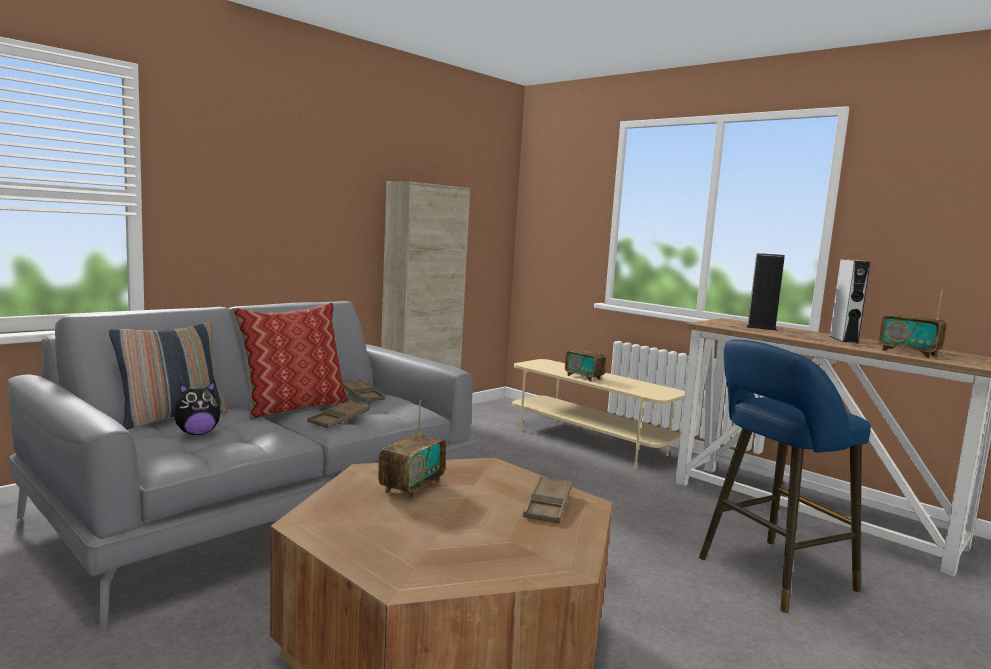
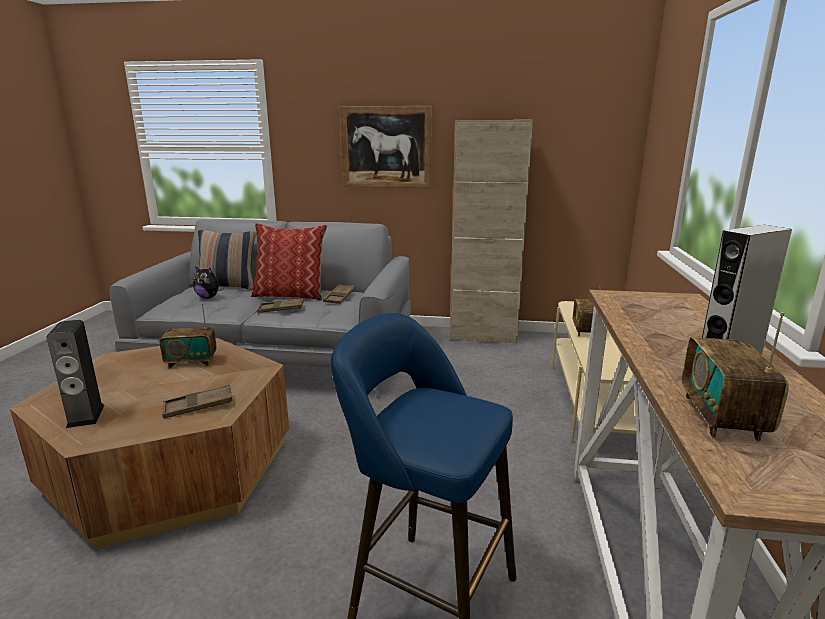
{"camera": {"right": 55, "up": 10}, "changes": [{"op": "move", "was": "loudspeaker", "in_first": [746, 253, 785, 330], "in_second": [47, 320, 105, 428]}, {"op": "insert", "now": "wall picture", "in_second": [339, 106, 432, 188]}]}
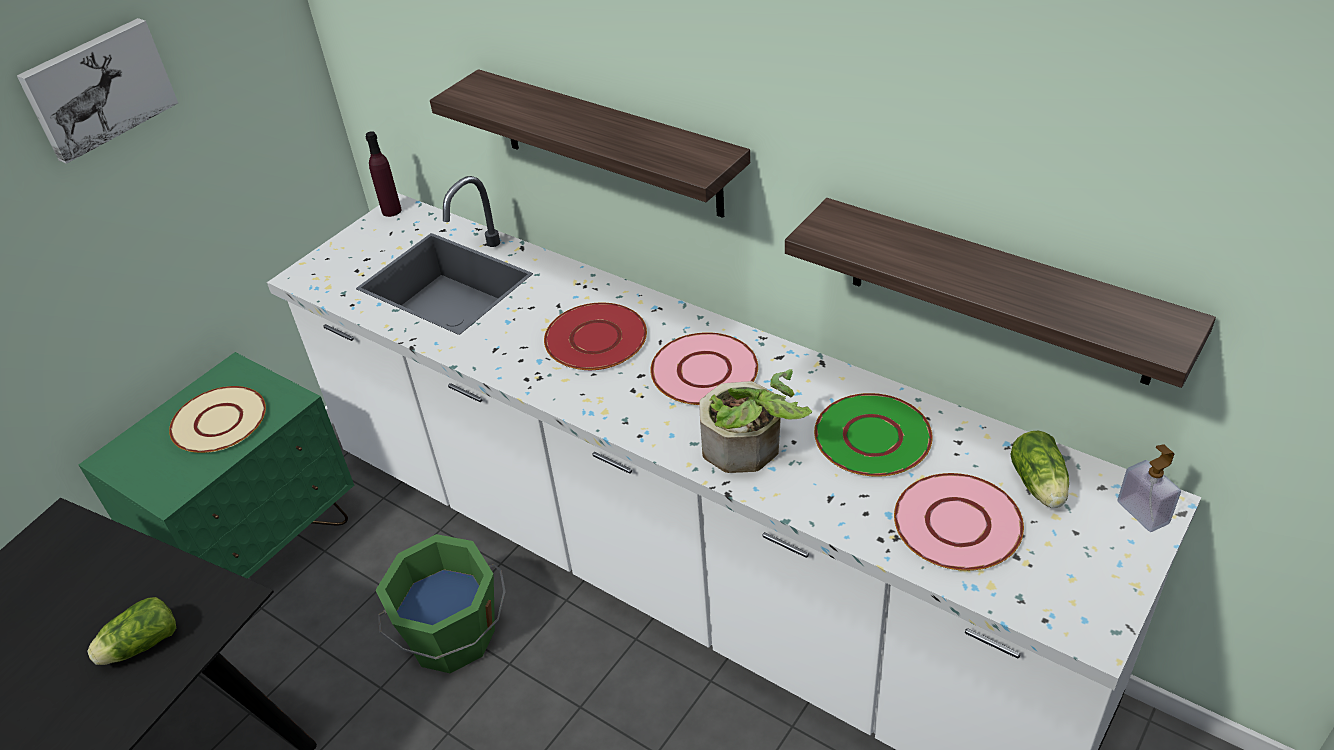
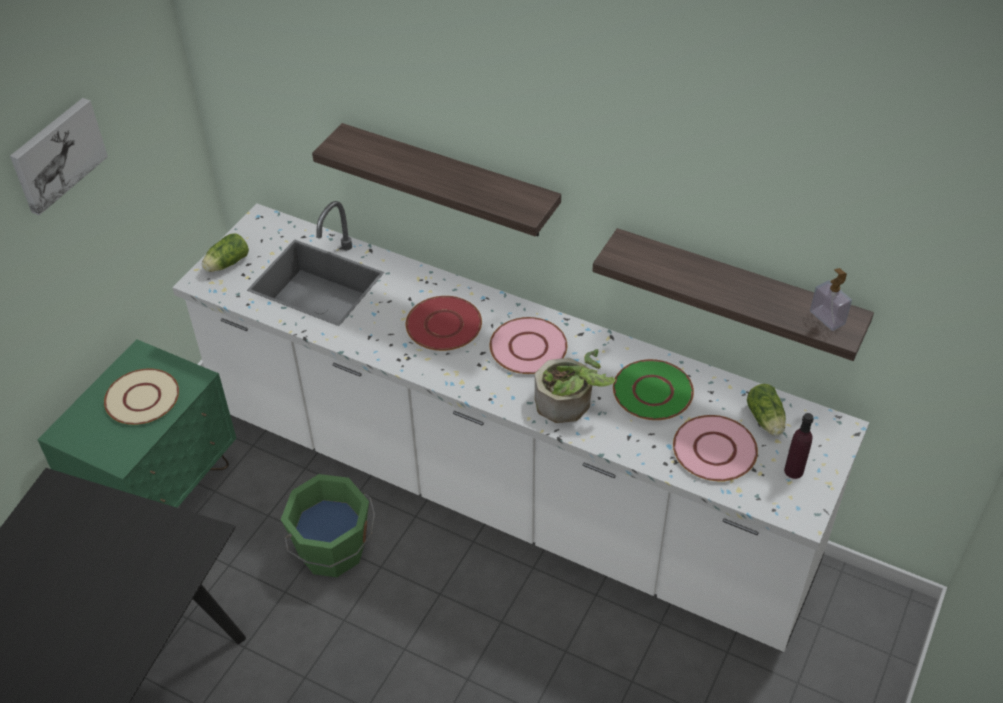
{"camera": {"right": -10, "up": 5}, "changes": [{"op": "move", "was": "lettuce", "in_first": [87, 597, 176, 665], "in_second": [202, 234, 249, 272]}, {"op": "move", "was": "drink bottle (purple-coloured)", "in_first": [366, 131, 402, 217], "in_second": [784, 413, 814, 479]}, {"op": "move", "was": "liquid soap bottle", "in_first": [1118, 444, 1181, 532], "in_second": [810, 268, 852, 331]}]}
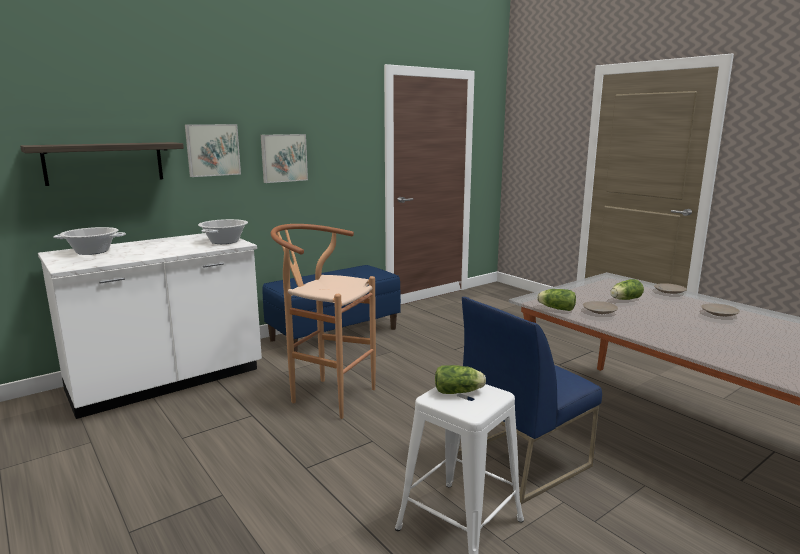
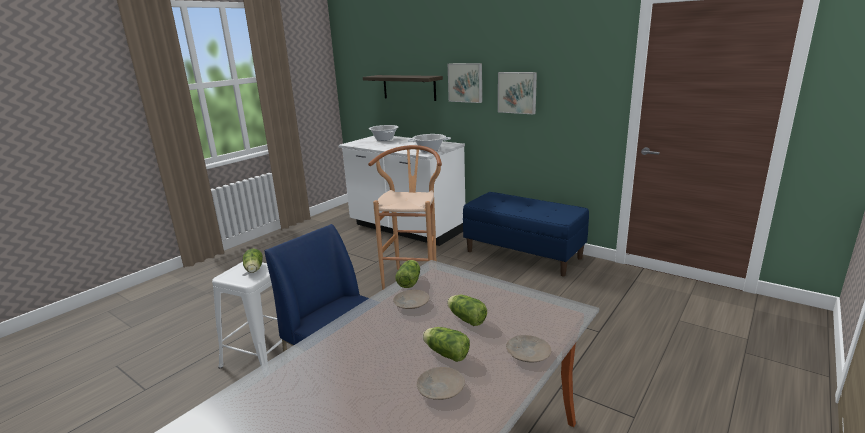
{"camera": {"right": 75, "up": 5}, "changes": [{"op": "insert", "now": "lettuce", "in_second": [423, 327, 470, 362]}]}
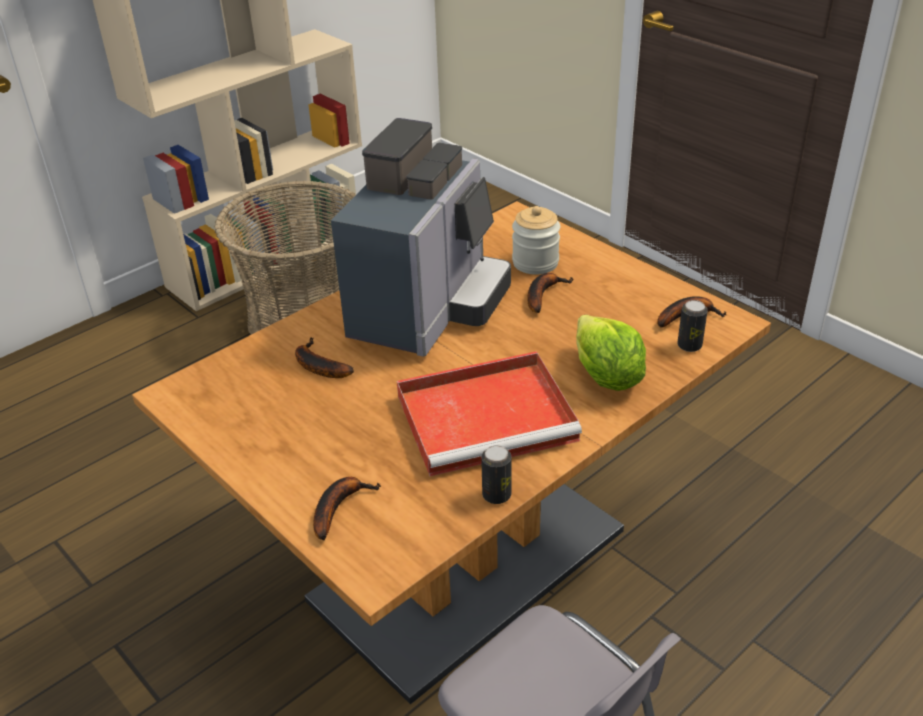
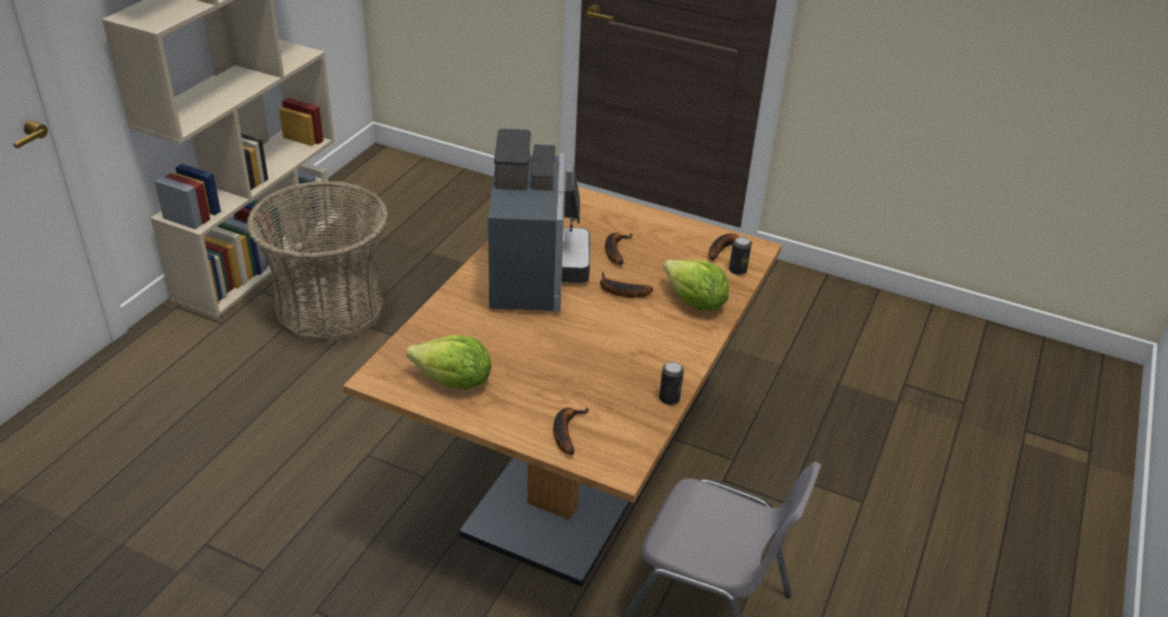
{"camera": {"right": -25, "up": 0}, "changes": [{"op": "move", "was": "whole banana", "in_first": [295, 337, 354, 378], "in_second": [600, 272, 653, 298]}, {"op": "delete", "was": "carrying tray (reddish)", "in_first": [397, 351, 582, 476]}, {"op": "delete", "was": "storage jar", "in_first": [512, 206, 560, 275]}, {"op": "insert", "now": "lettuce", "in_second": [407, 335, 491, 390]}]}
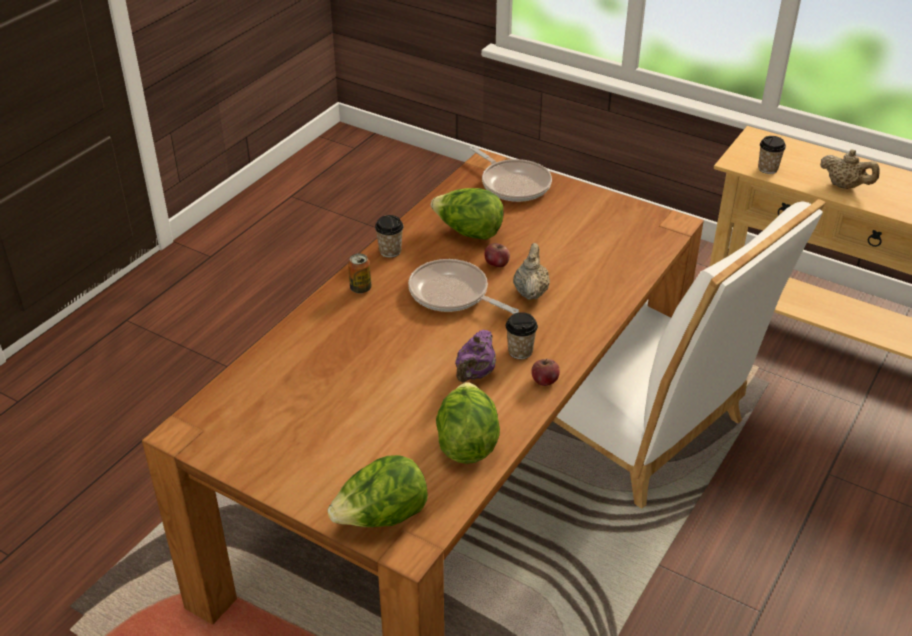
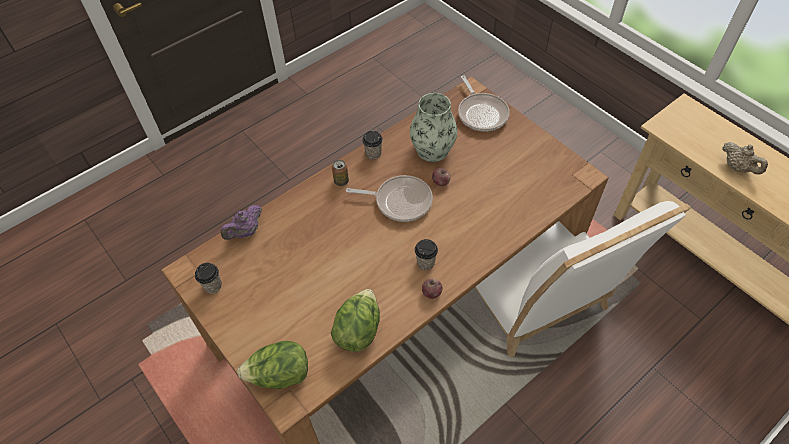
{"camera": {"right": 20, "up": 15}, "changes": [{"op": "rotate", "was": "pan", "in_first": [408, 259, 519, 314], "in_second": [346, 175, 433, 222], "clockwise": 135}, {"op": "replace", "was": "lettuce", "now": "decorative vase", "in_first": [431, 188, 504, 240], "in_second": [410, 93, 458, 162]}, {"op": "move", "was": "tea pot (purple-coloured)", "in_first": [455, 329, 496, 383], "in_second": [220, 205, 262, 240]}, {"op": "delete", "was": "tea pot (beige)", "in_first": [513, 243, 550, 300]}, {"op": "move", "was": "drinking cup", "in_first": [758, 136, 786, 174], "in_second": [195, 263, 222, 293]}]}
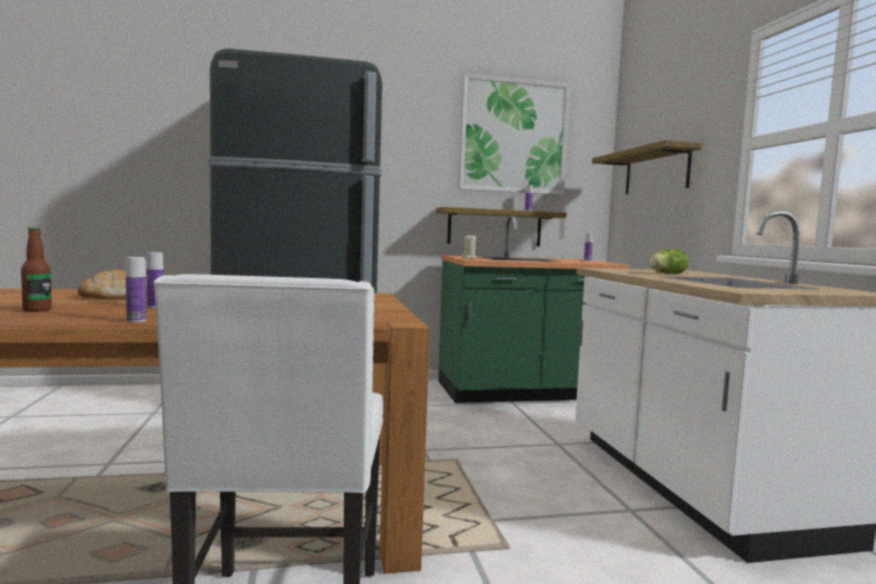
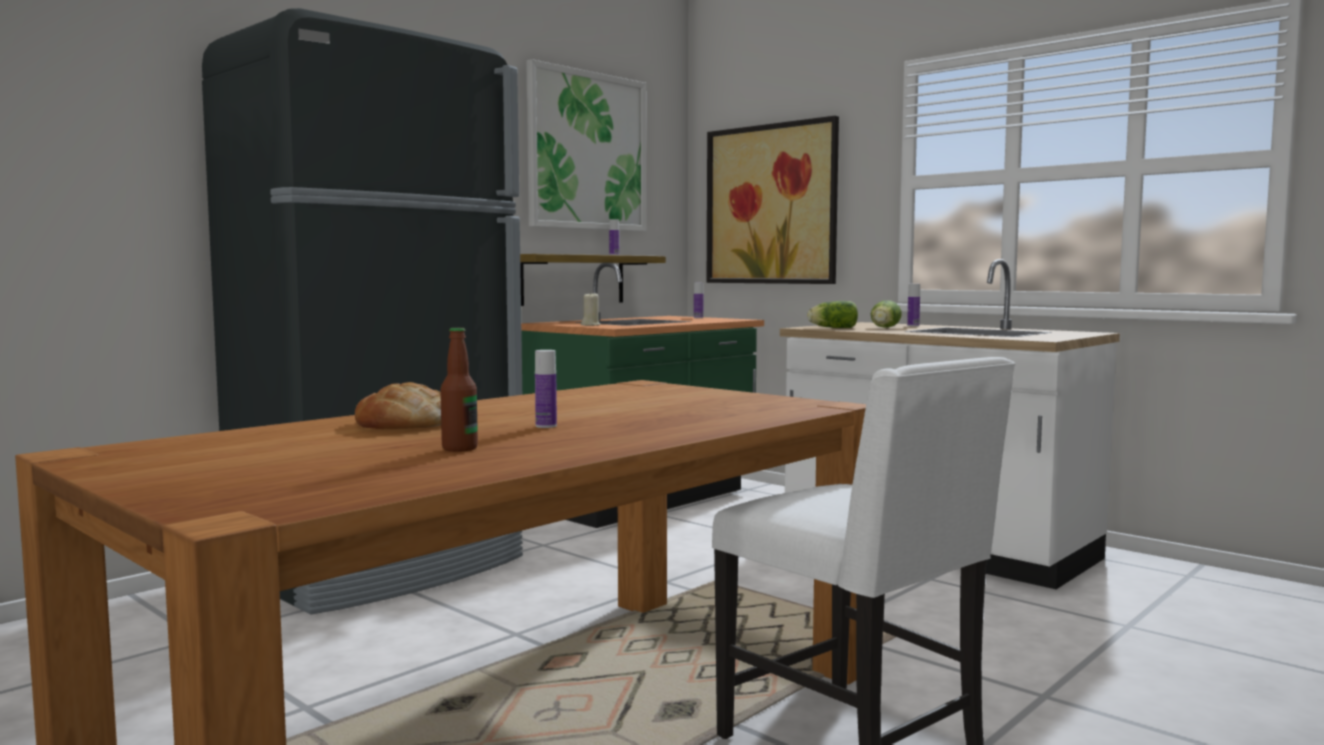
{"camera": {"right": -35, "up": 0}, "changes": [{"op": "move", "was": "drink bottle", "in_first": [126, 257, 147, 322], "in_second": [907, 284, 920, 326]}, {"op": "replace", "was": "shelf", "now": "wall picture", "in_first": [592, 140, 703, 194], "in_second": [707, 116, 839, 284]}, {"op": "insert", "now": "lettuce", "in_second": [807, 301, 858, 328]}]}
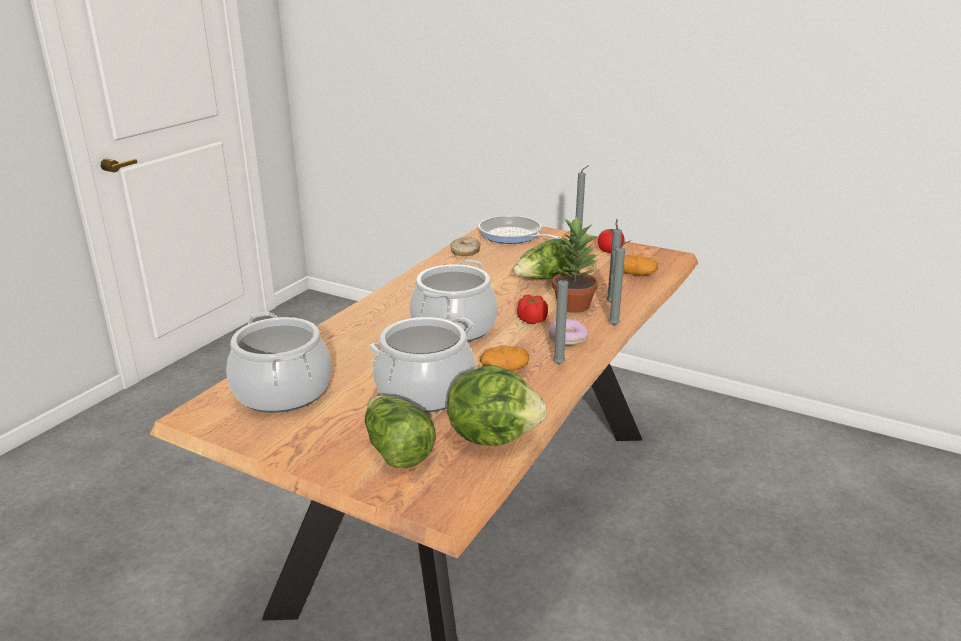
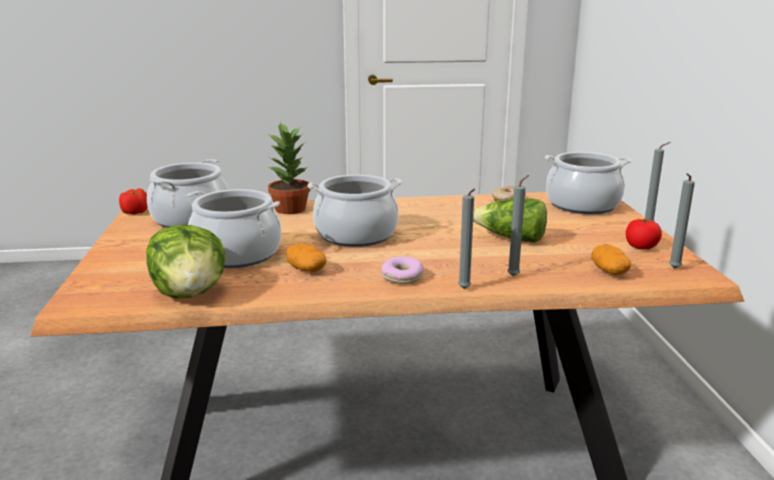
{"camera": {"right": 55, "up": -5}, "changes": [{"op": "delete", "was": "lettuce", "in_first": [365, 395, 436, 468]}, {"op": "replace", "was": "pan", "now": "saucepot", "in_first": [479, 216, 561, 244], "in_second": [545, 152, 632, 214]}, {"op": "move", "was": "whole tomato", "in_first": [517, 294, 548, 324], "in_second": [119, 188, 148, 215]}, {"op": "move", "was": "plant in a pot", "in_first": [552, 216, 599, 313], "in_second": [267, 122, 311, 214]}, {"op": "move", "was": "candle (gray)", "in_first": [553, 276, 568, 364], "in_second": [669, 173, 695, 269]}]}
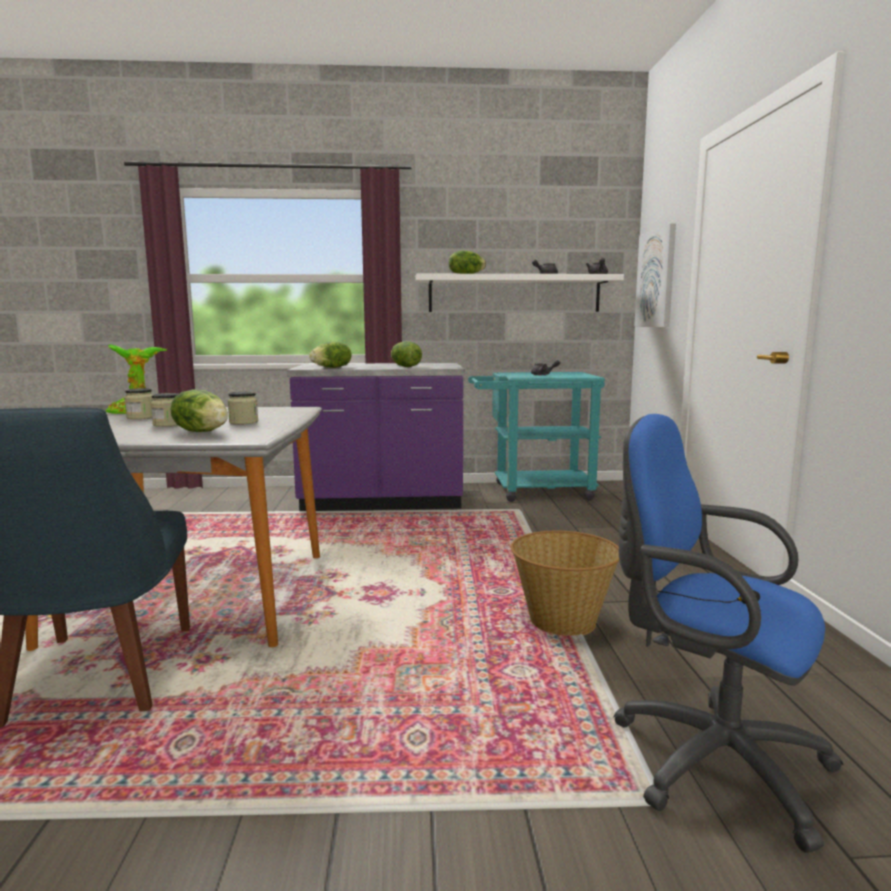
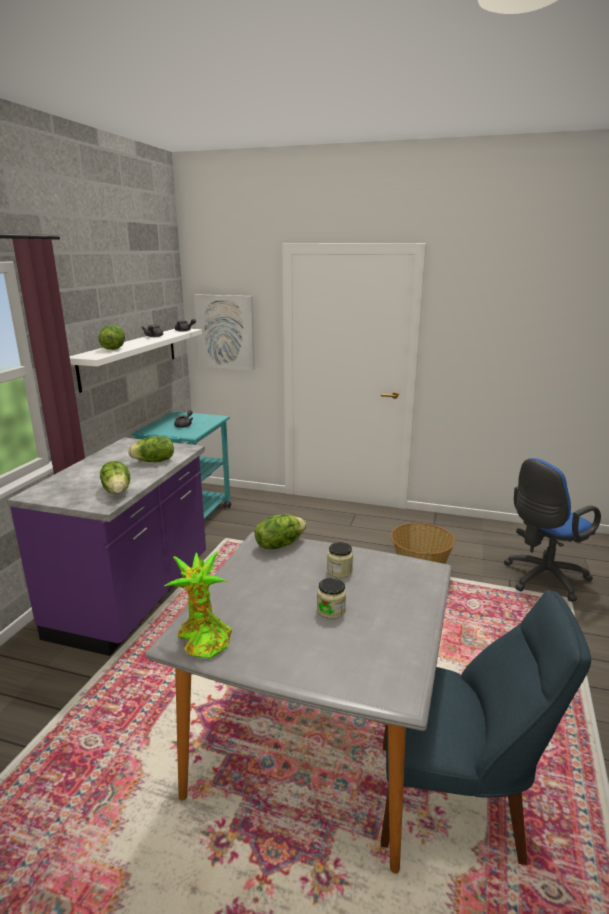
{"camera": {"right": -70, "up": 10}, "changes": [{"op": "delete", "was": "storage jar", "in_first": [124, 388, 153, 419]}, {"op": "move", "was": "lettuce", "in_first": [171, 389, 228, 432], "in_second": [255, 514, 306, 550]}]}
